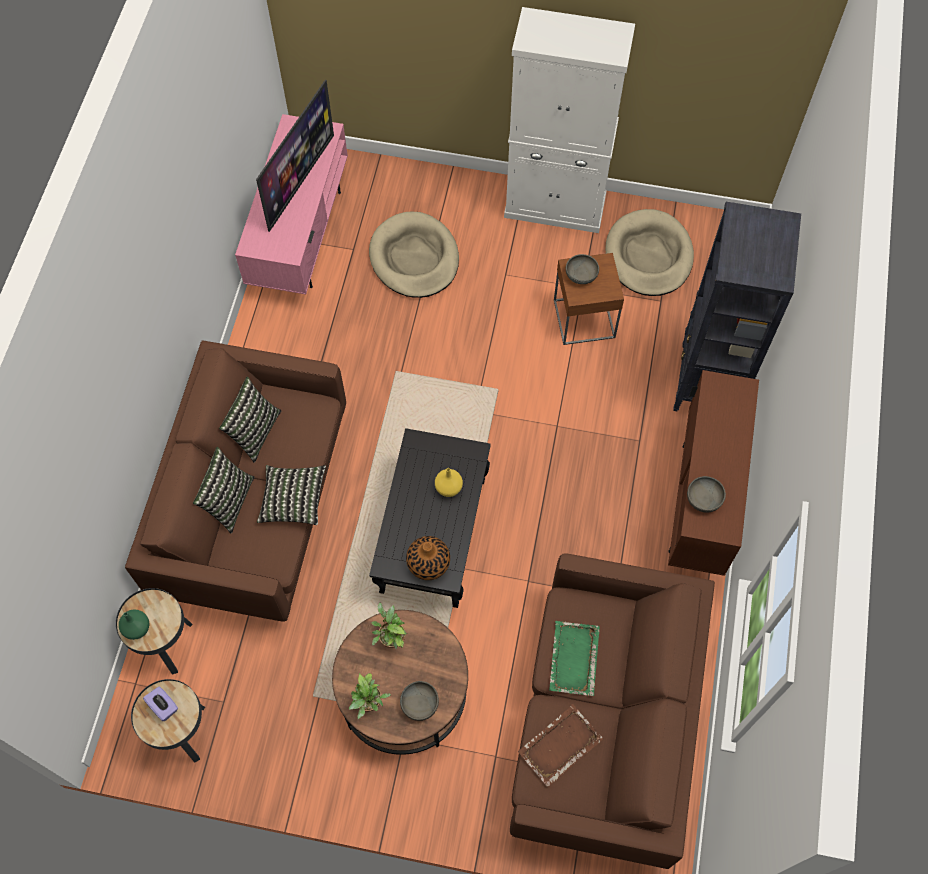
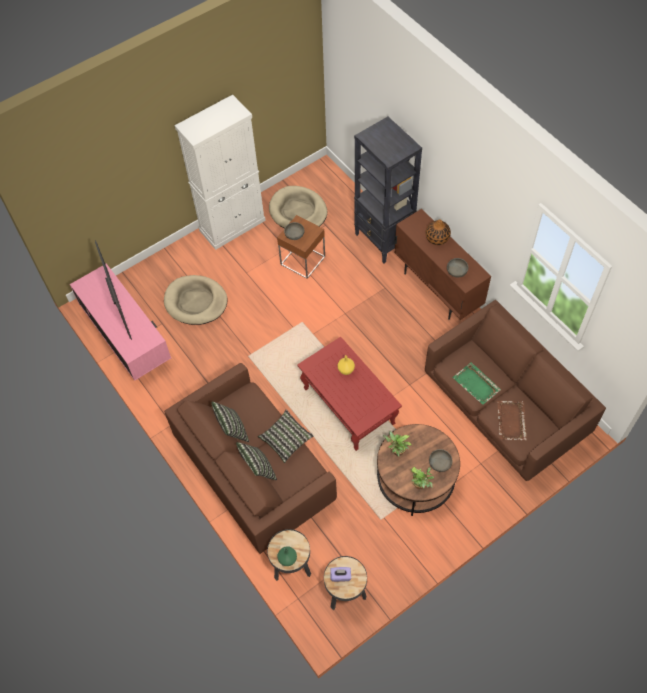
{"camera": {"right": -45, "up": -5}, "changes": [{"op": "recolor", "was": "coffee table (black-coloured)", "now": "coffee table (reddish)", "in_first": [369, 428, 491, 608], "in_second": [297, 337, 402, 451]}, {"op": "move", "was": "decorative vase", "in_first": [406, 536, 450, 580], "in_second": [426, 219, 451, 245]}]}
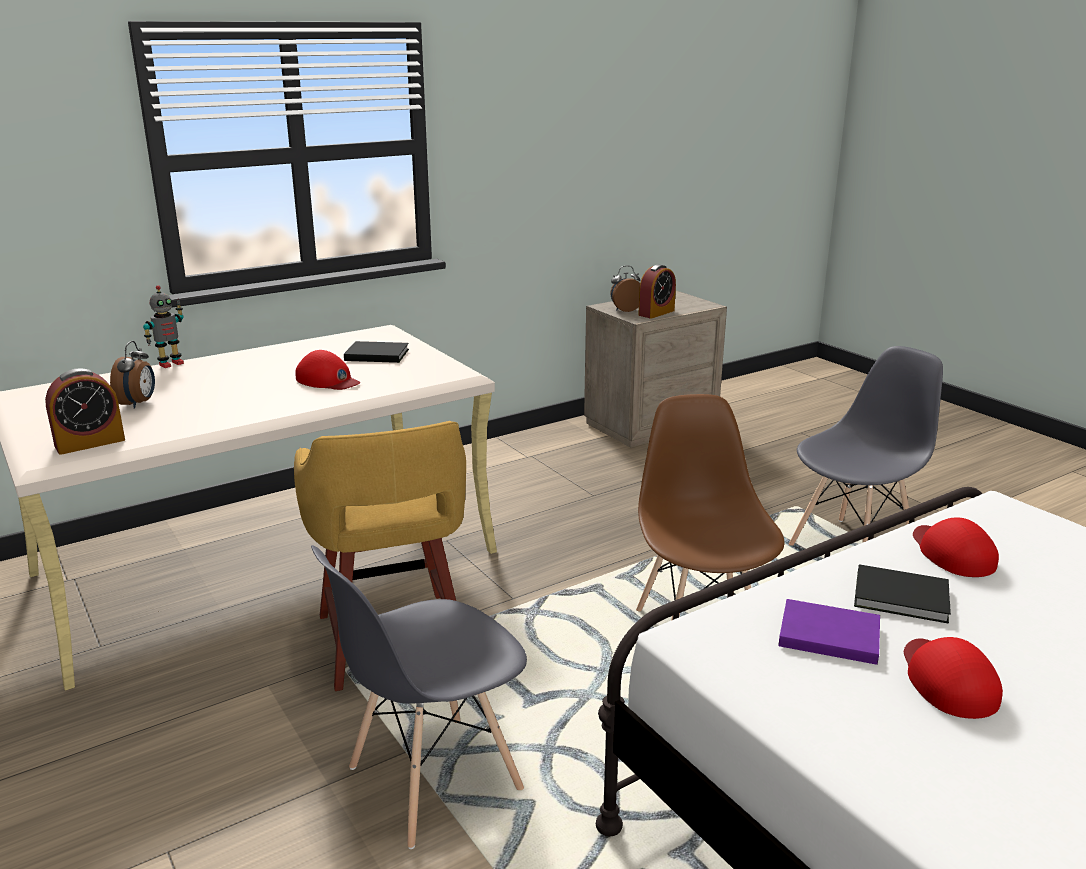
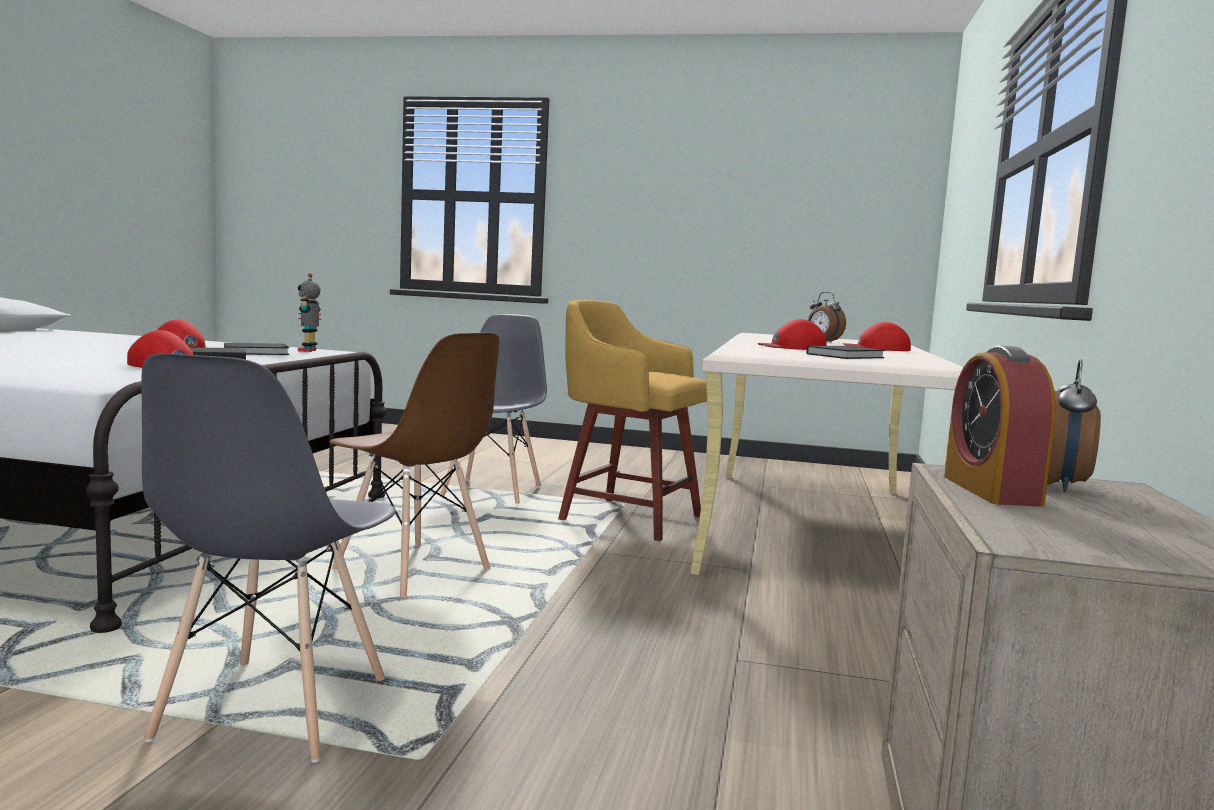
{"camera": {"right": 135, "up": -15}, "changes": [{"op": "delete", "was": "table clock", "in_first": [45, 368, 125, 455]}, {"op": "move", "was": "toy robot", "in_first": [143, 285, 184, 368], "in_second": [298, 273, 321, 352]}, {"op": "recolor", "was": "volume (purple-coloured)", "now": "volume (black-coloured)", "in_first": [778, 599, 880, 665], "in_second": [224, 343, 289, 355]}, {"op": "insert", "now": "peaked cap (reddish)", "in_second": [843, 322, 911, 351]}]}
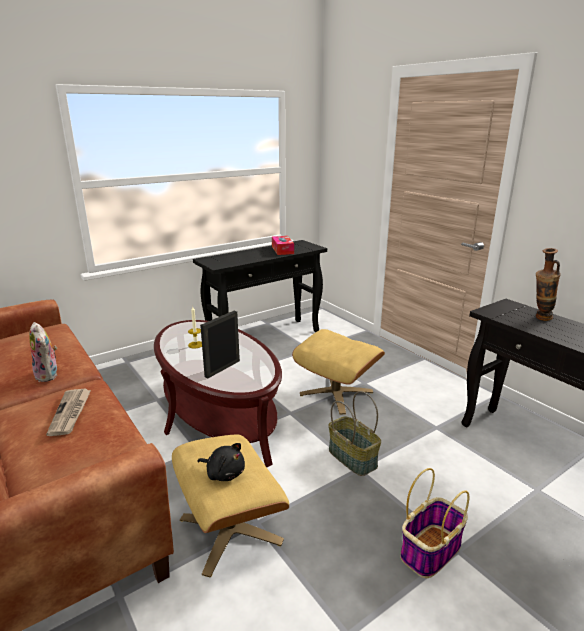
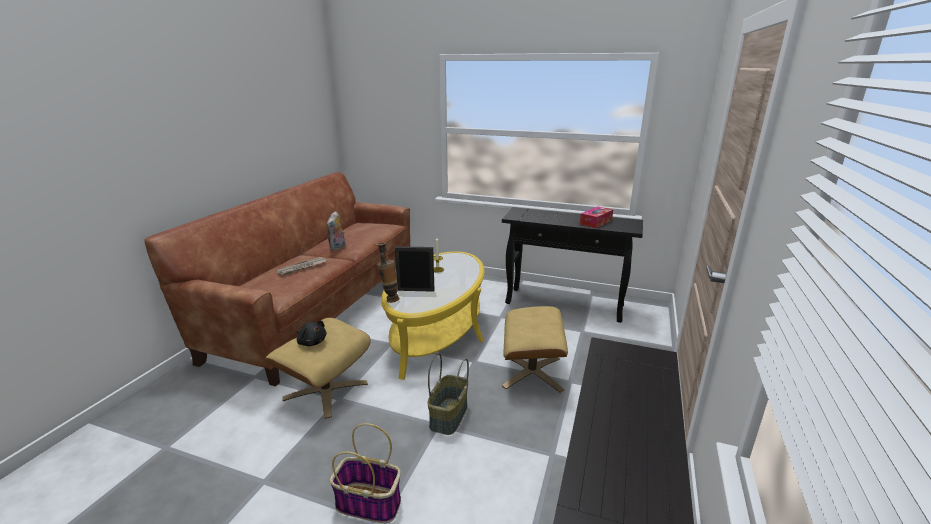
{"camera": {"right": 55, "up": 0}, "changes": [{"op": "recolor", "was": "coffee table (brownish)", "now": "coffee table (yellow)", "in_first": [154, 320, 282, 467], "in_second": [381, 252, 485, 380]}, {"op": "rotate", "was": "soft toy (black-coloured)", "in_first": [198, 443, 245, 481], "in_second": [297, 320, 326, 346], "clockwise": -45}, {"op": "move", "was": "decorative vase", "in_first": [536, 248, 561, 321], "in_second": [376, 242, 400, 303]}]}
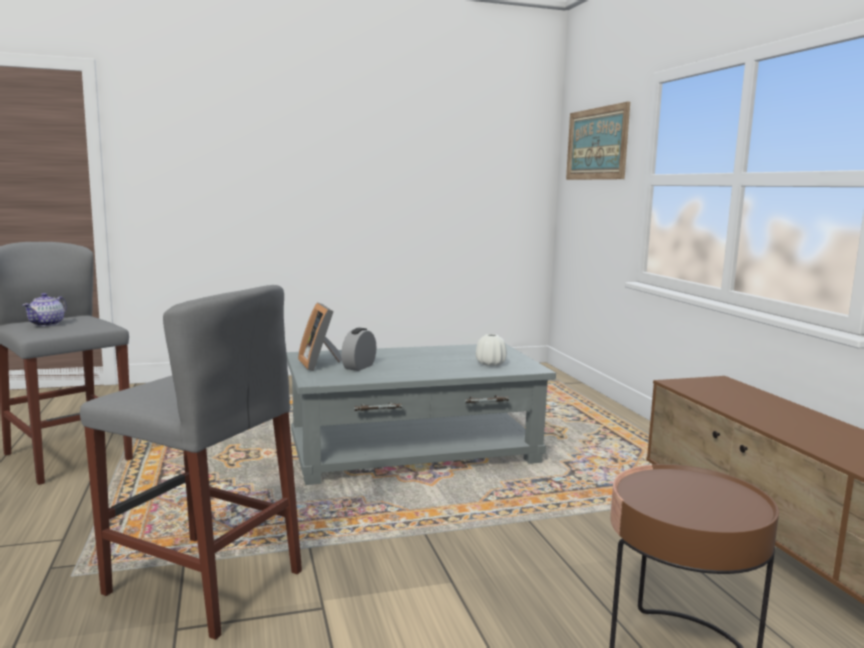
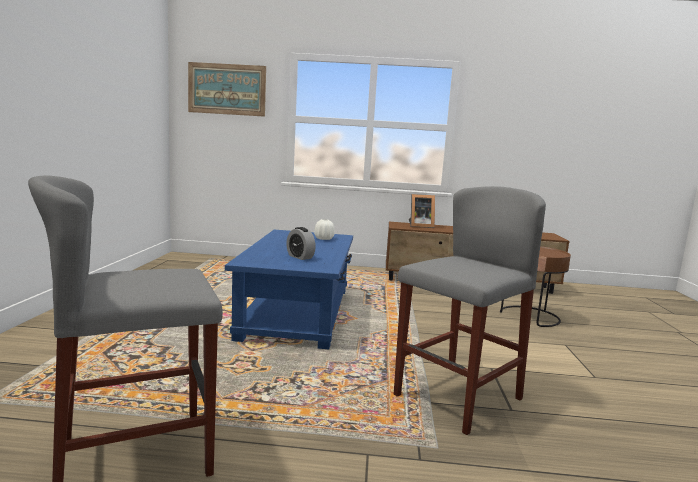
{"camera": {"right": -70, "up": 0}, "changes": [{"op": "delete", "was": "tea pot", "in_first": [23, 293, 67, 326]}, {"op": "recolor", "was": "coffee table (gray)", "now": "coffee table (blue)", "in_first": [286, 344, 556, 485], "in_second": [225, 230, 353, 349]}, {"op": "move", "was": "picture frame", "in_first": [298, 303, 342, 371], "in_second": [409, 194, 435, 228]}]}
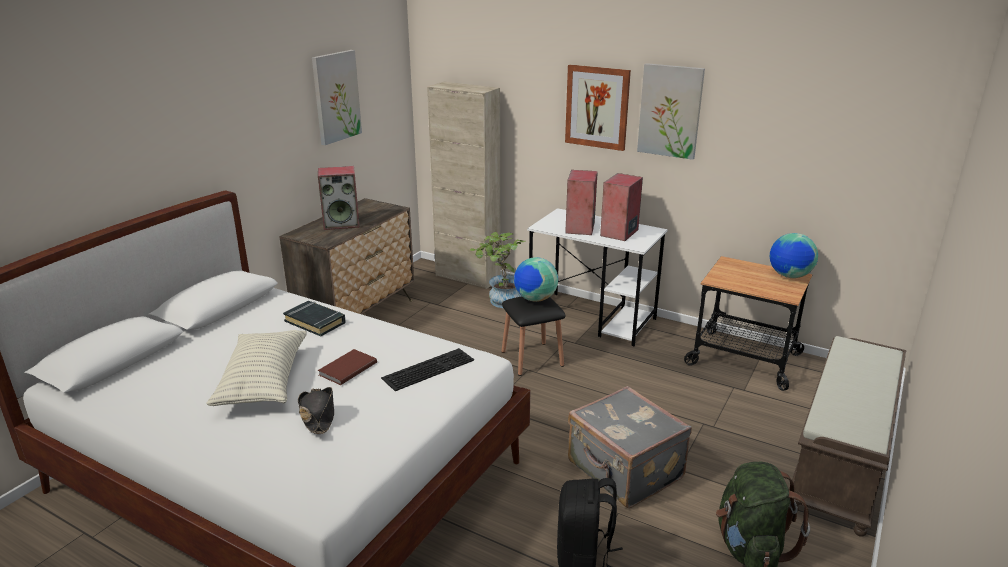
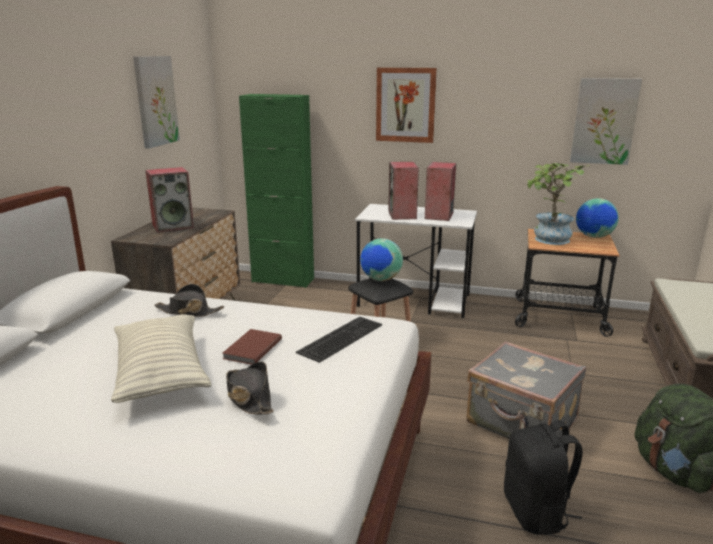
{"camera": {"right": -15, "up": -5}, "changes": [{"op": "replace", "was": "volume (black-coloured)", "now": "wearable hat (black-coloured)", "in_first": [283, 301, 346, 336], "in_second": [154, 284, 224, 317]}, {"op": "recolor", "was": "storage cabinet (beige)", "now": "storage cabinet (green)", "in_first": [427, 82, 501, 289], "in_second": [239, 94, 314, 288]}, {"op": "move", "was": "plant in a pot", "in_first": [470, 232, 526, 308], "in_second": [527, 163, 590, 245]}, {"op": "move", "was": "wall picture", "in_first": [637, 63, 705, 160], "in_second": [570, 78, 642, 165]}]}
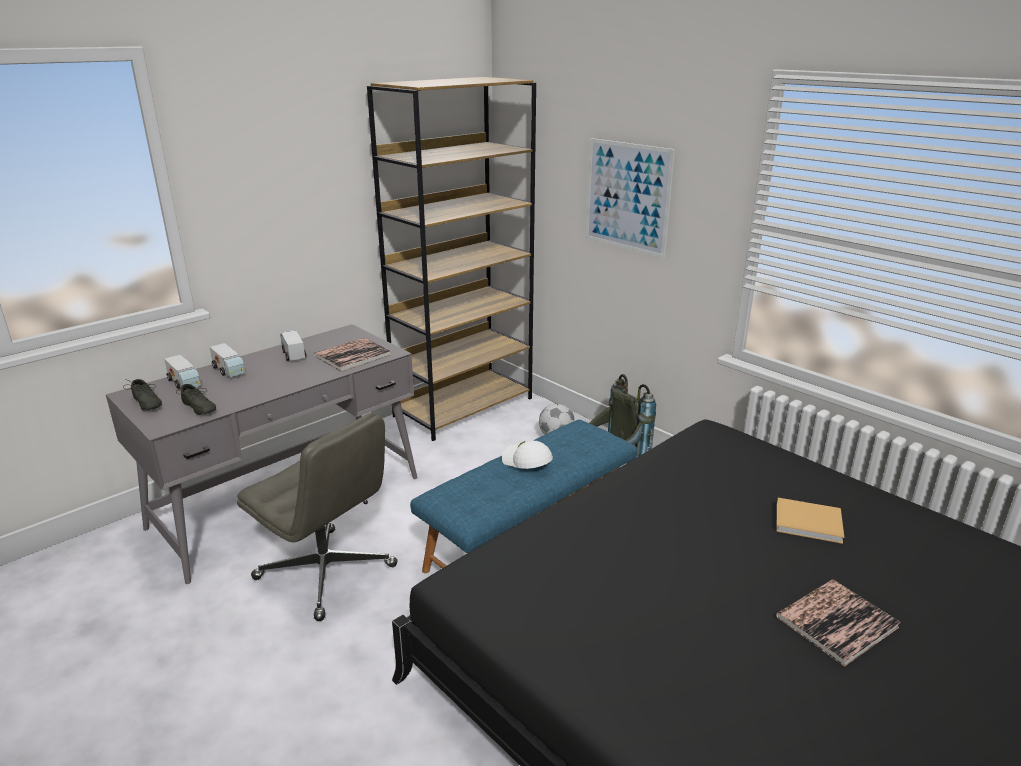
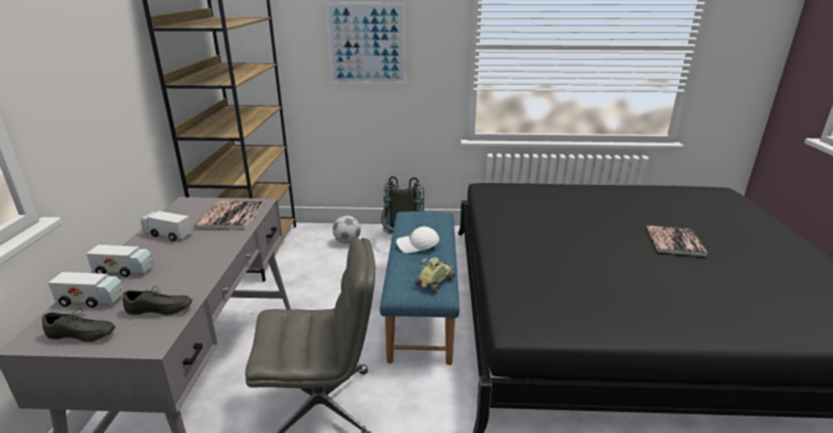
{"camera": {"right": -45, "up": 0}, "changes": [{"op": "delete", "was": "volume (beige)", "in_first": [777, 498, 844, 544]}, {"op": "insert", "now": "toy car", "in_second": [415, 258, 455, 293]}]}
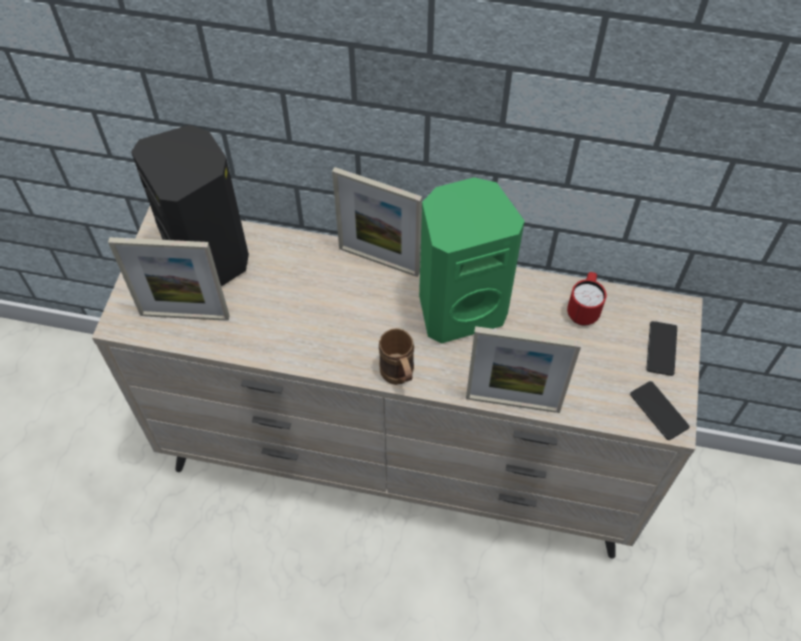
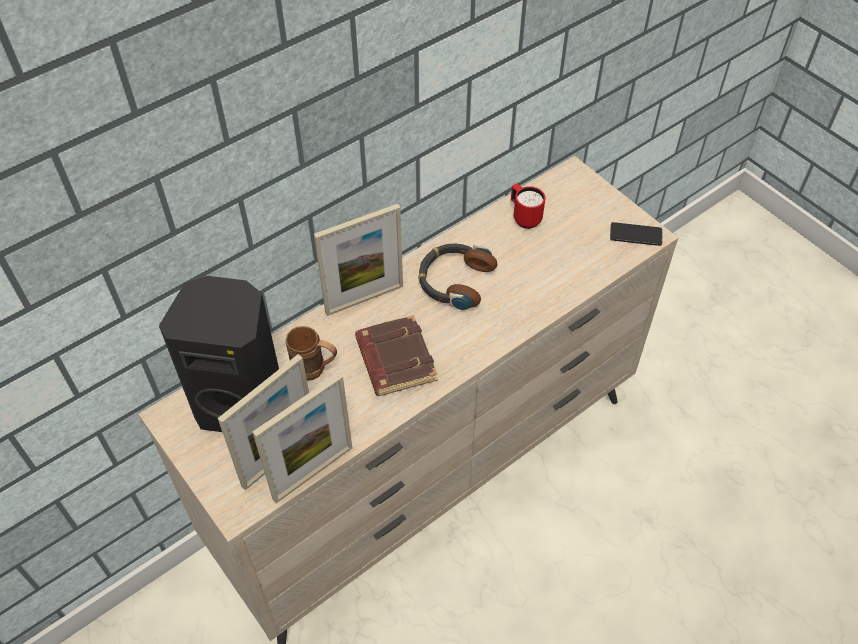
{"camera": {"right": -50, "up": -5}, "changes": [{"op": "move", "was": "coffee mug (brownish)", "in_first": [379, 328, 414, 385], "in_second": [286, 326, 337, 381]}, {"op": "replace", "was": "loudspeaker (green)", "now": "pair of headphones", "in_first": [419, 177, 525, 344], "in_second": [418, 243, 497, 310]}, {"op": "move", "was": "picture frame", "in_first": [466, 326, 581, 413], "in_second": [252, 373, 352, 503]}, {"op": "delete", "was": "handset", "in_first": [646, 321, 677, 376]}, {"op": "insert", "now": "volume (brownish)", "in_second": [355, 315, 437, 396]}]}
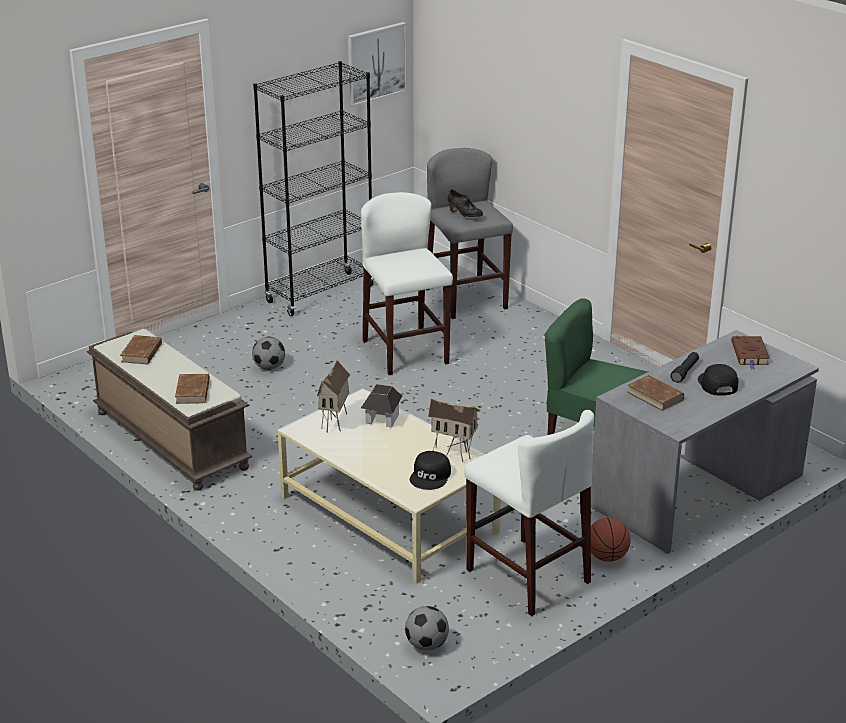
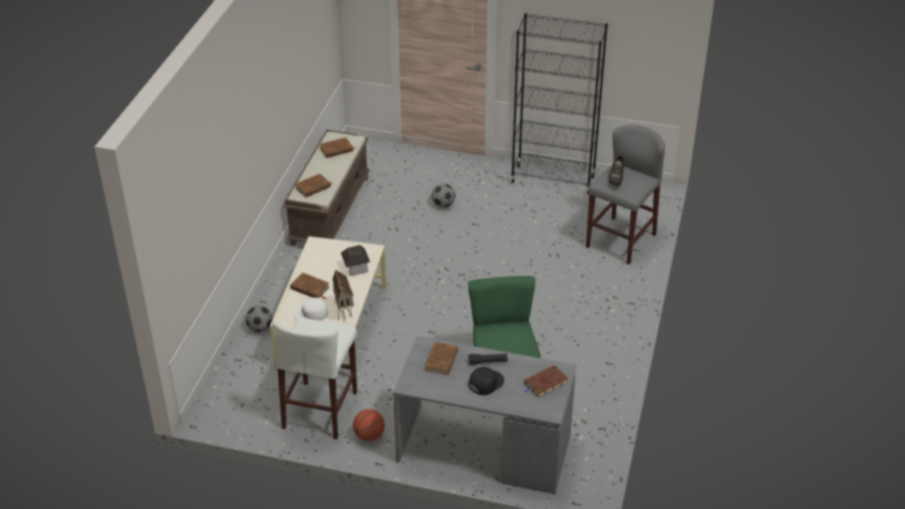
{"camera": {"right": 55, "up": 10}, "changes": [{"op": "delete", "was": "toy house", "in_first": [317, 360, 350, 433]}, {"op": "delete", "was": "wall picture", "in_first": [348, 22, 407, 106]}, {"op": "delete", "was": "stool (whitish)", "in_first": [361, 192, 453, 375]}, {"op": "move", "was": "football ball", "in_first": [405, 606, 449, 651], "in_second": [246, 305, 273, 332]}, {"op": "recolor", "was": "peaked cap (black-coloured)", "now": "peaked cap (whitish)", "in_first": [410, 451, 451, 490], "in_second": [294, 298, 328, 321]}, {"op": "insert", "now": "volume (brownish)", "in_second": [290, 273, 330, 299]}]}
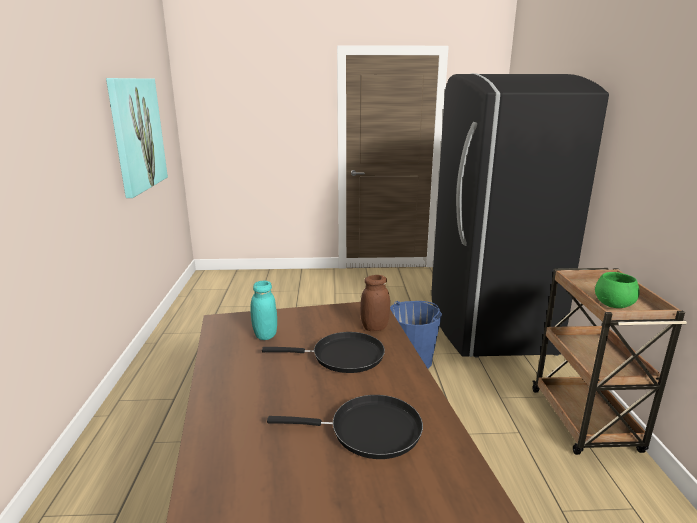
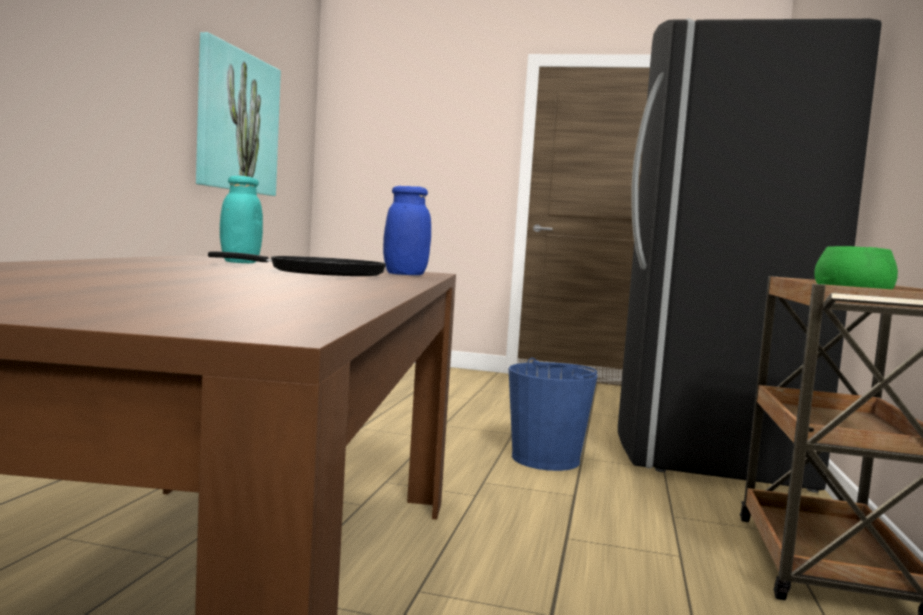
{"camera": {"right": 15, "up": -15}, "changes": [{"op": "delete", "was": "pan (black-coloured)", "in_first": [267, 395, 423, 459]}, {"op": "recolor", "was": "storage jar (brownish)", "now": "storage jar (blue)", "in_first": [360, 275, 390, 331], "in_second": [383, 186, 431, 275]}]}
